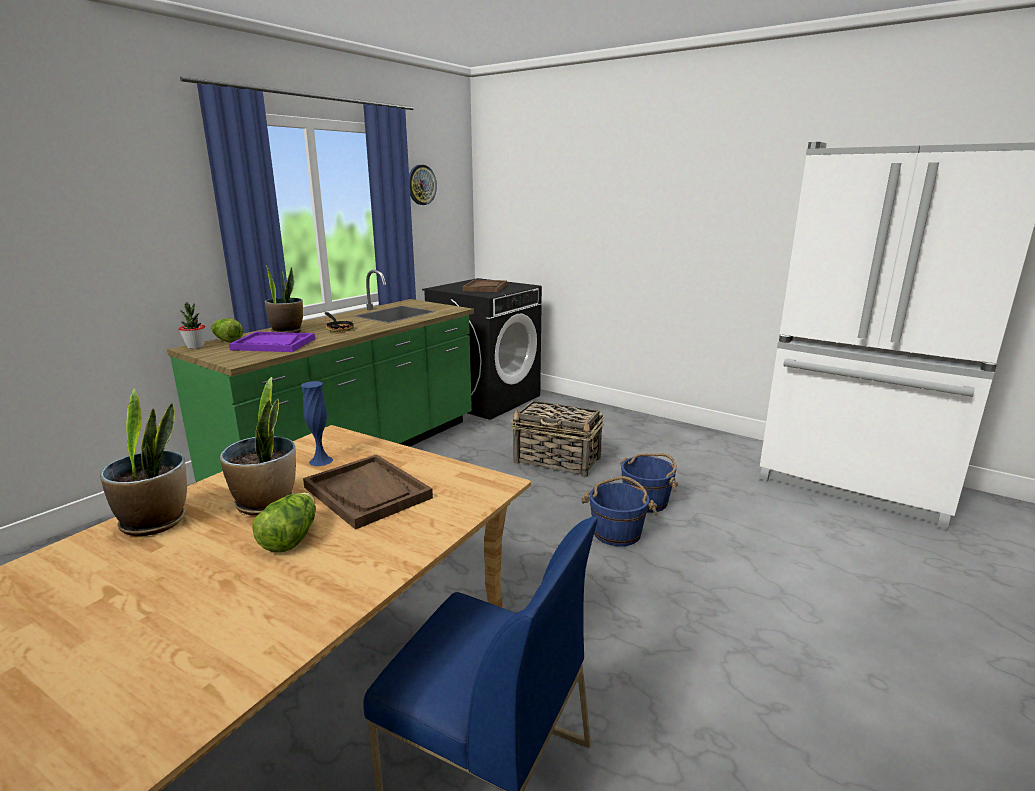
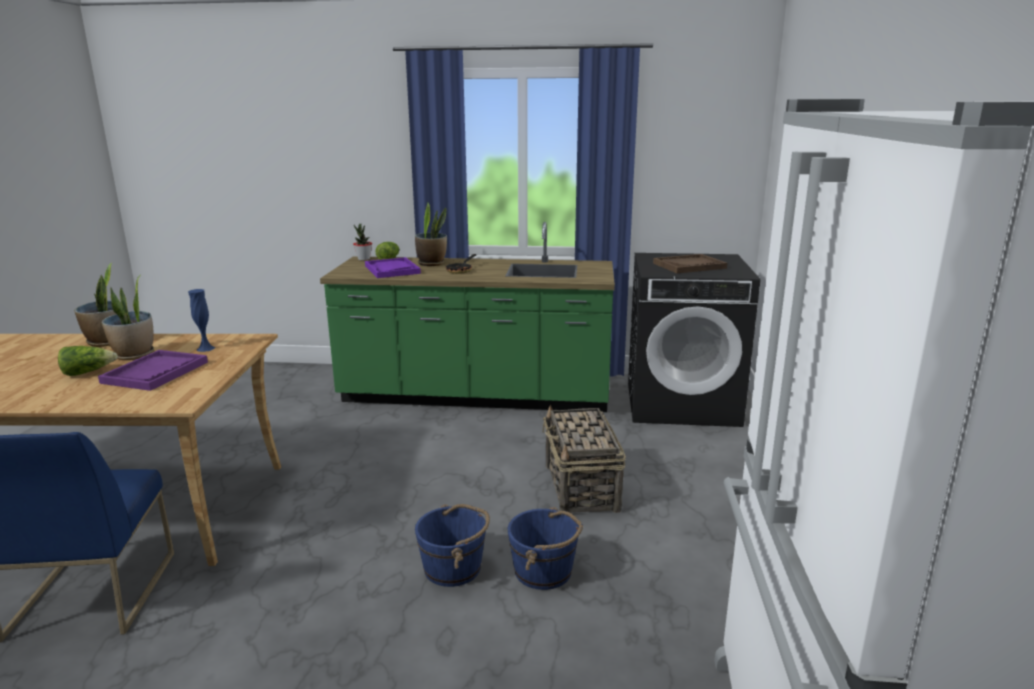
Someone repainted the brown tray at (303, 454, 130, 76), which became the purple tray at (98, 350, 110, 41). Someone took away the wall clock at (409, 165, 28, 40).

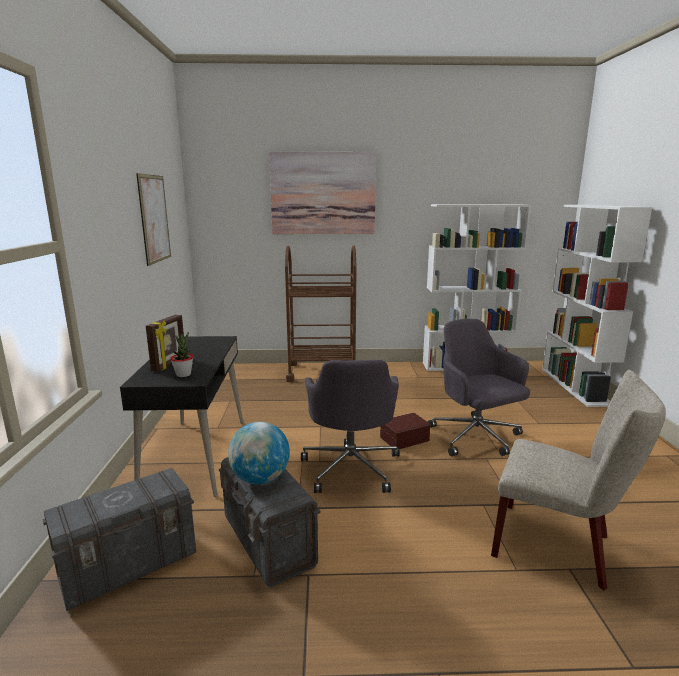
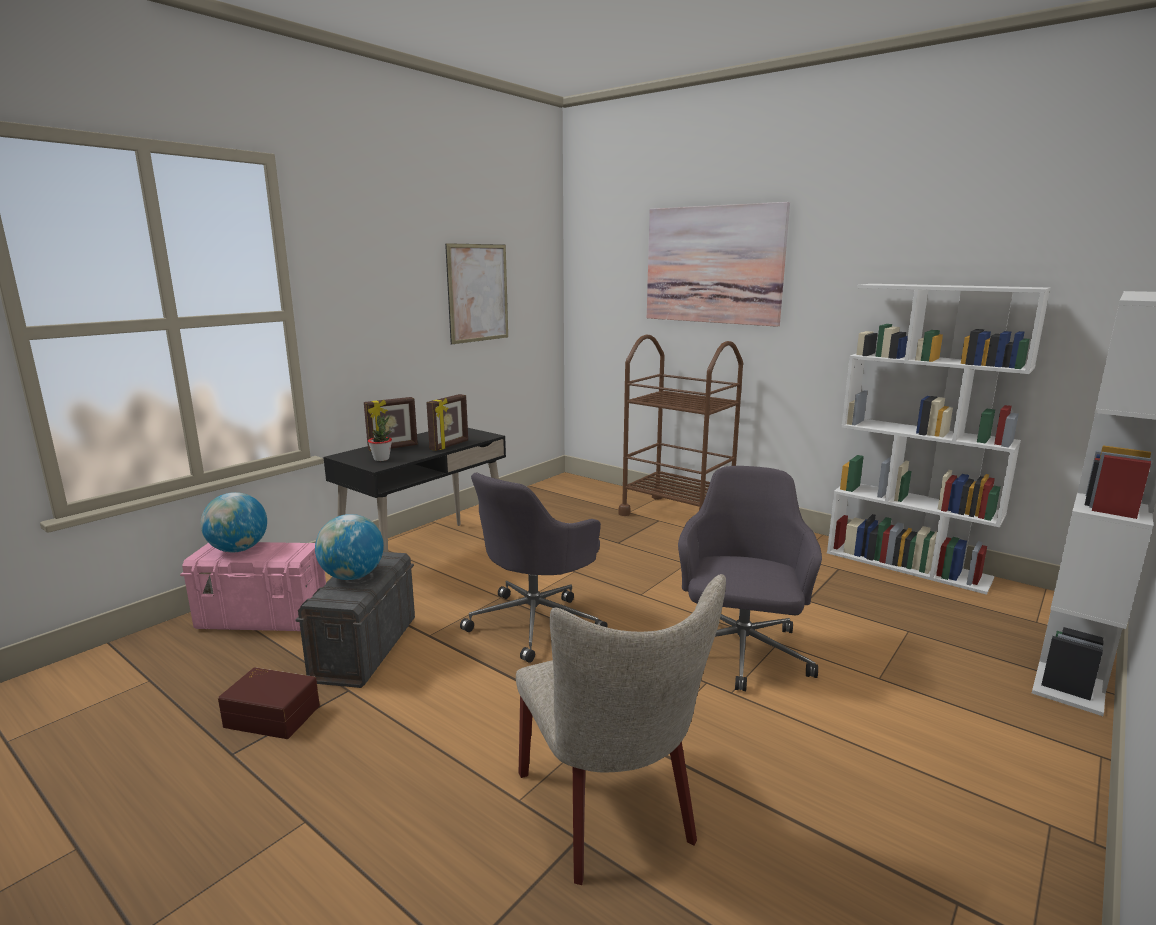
Someone repainted the grey storage box at (42, 468, 154, 143), which became the pink storage box at (180, 542, 146, 89). Someone put down the globe at (201, 492, 66, 60). Someone carried the brown storage box from (380, 413, 50, 36) to (218, 667, 102, 72). Someone put down the picture frame at (426, 394, 42, 57).

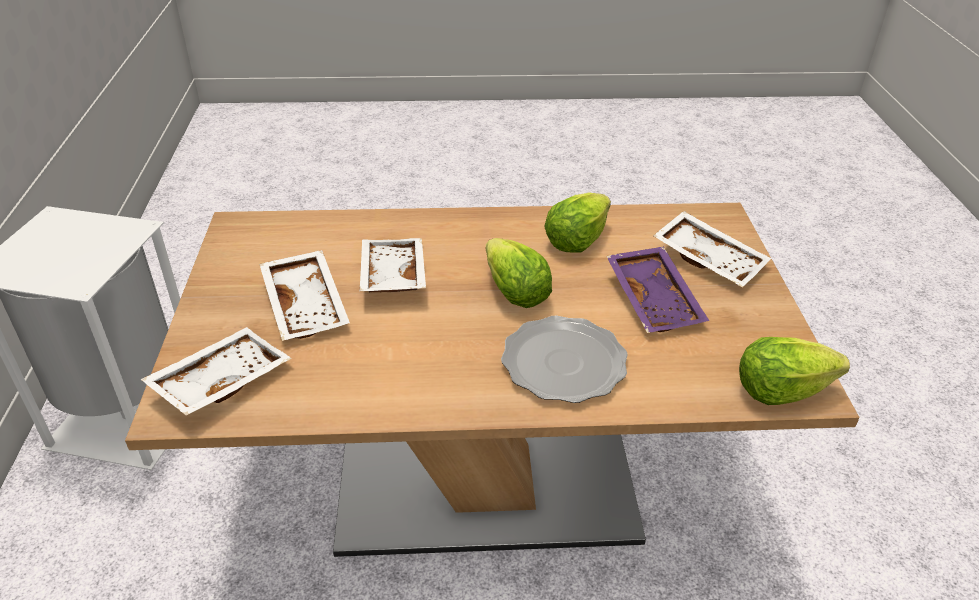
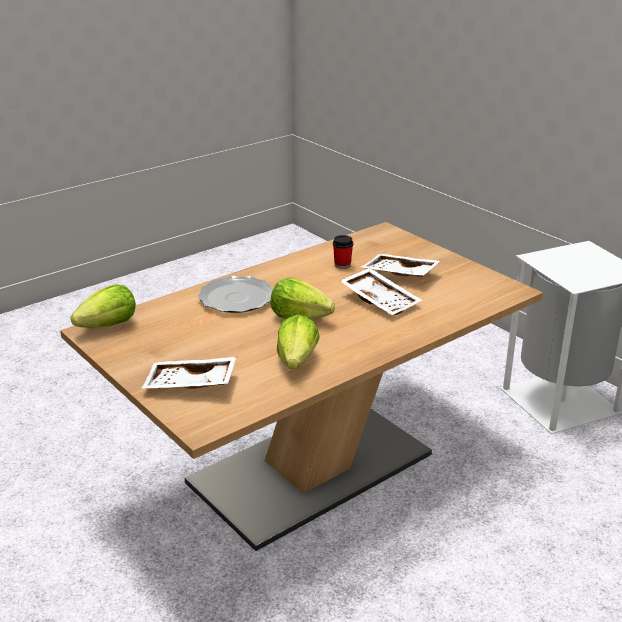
Someone put down the cup at (333, 235, 20, 34). Someone took away the white tray at (140, 327, 152, 89). Someone took away the purple tray at (606, 246, 103, 87).

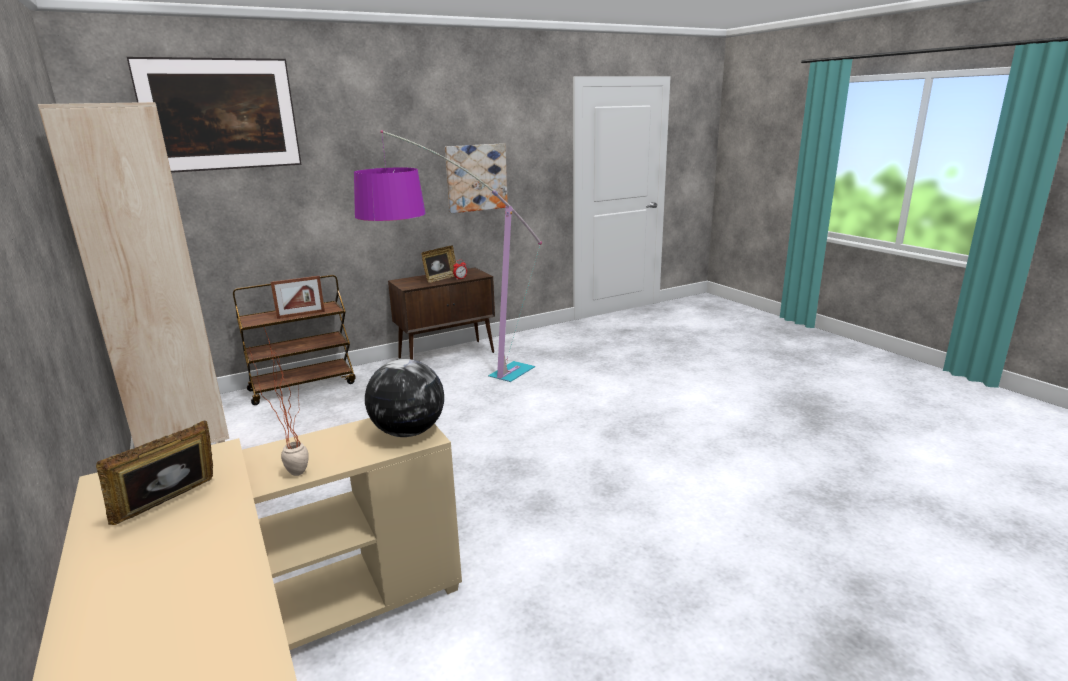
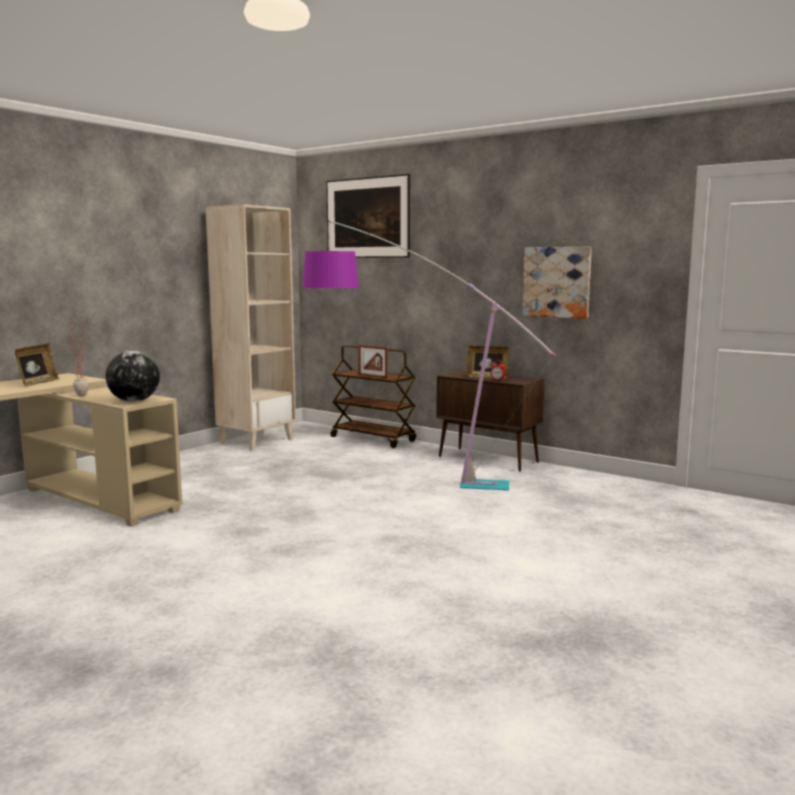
Someone rotated the picture frame at (96, 421, 117, 104) by 90 degrees clockwise.

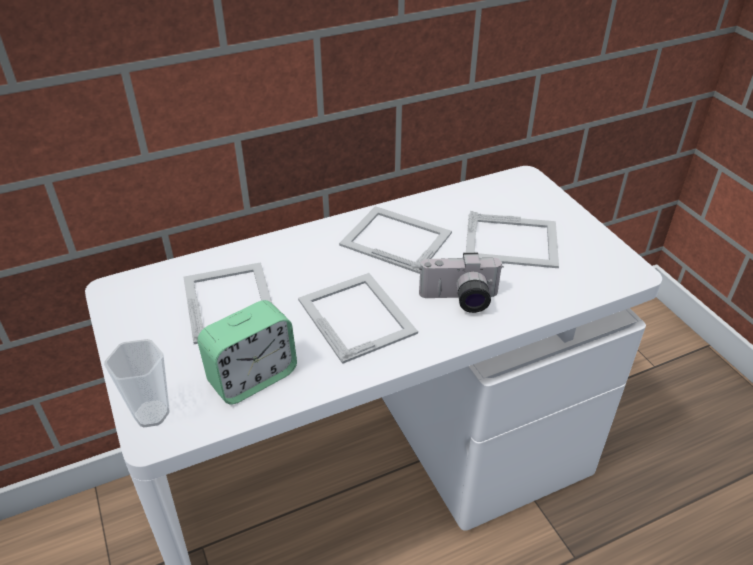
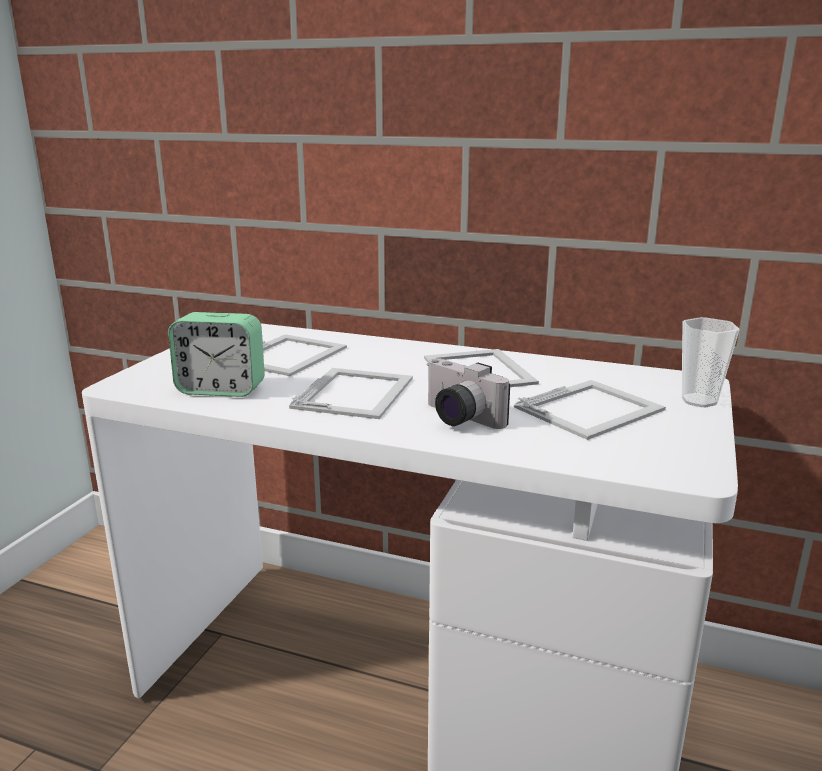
Someone rotated the picture frame at (466, 211, 93, 57) by 90 degrees counterclockwise. Someone carried the cup from (104, 339, 66, 88) to (682, 317, 58, 90).

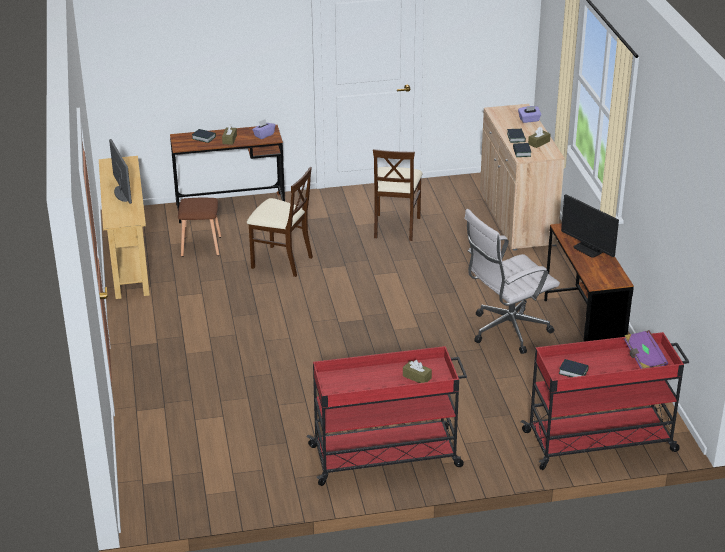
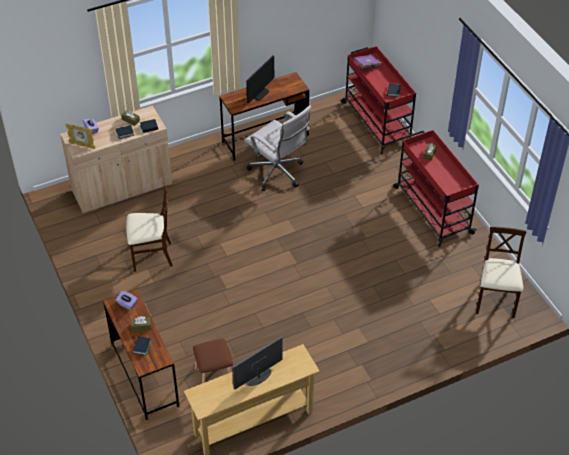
Someone put down the picture frame at (66, 124, 29, 25). Someone carried the beige chair from (247, 167, 66, 110) to (476, 227, 50, 91).

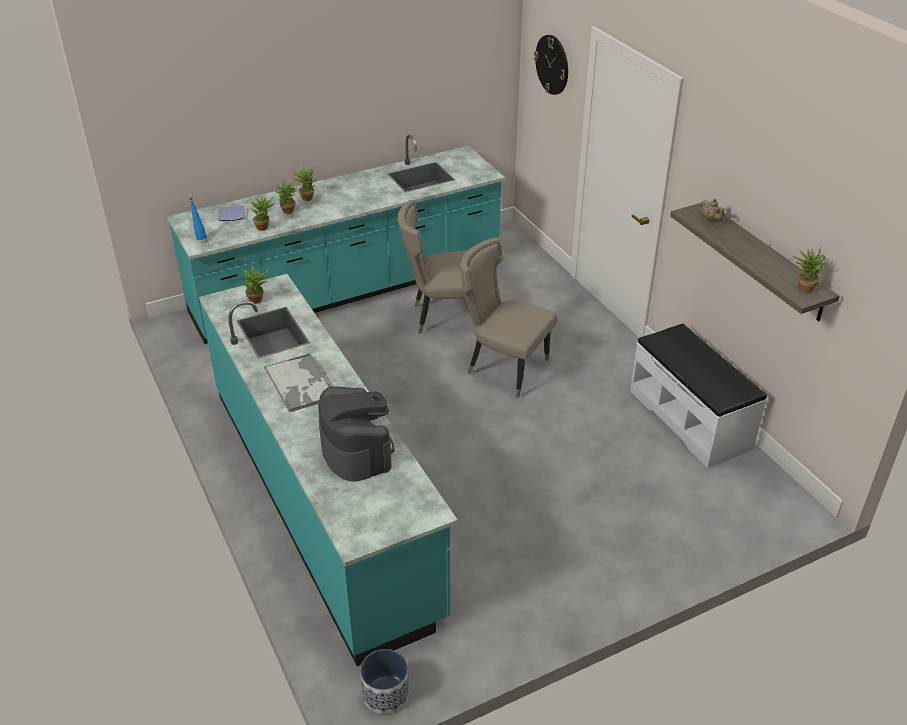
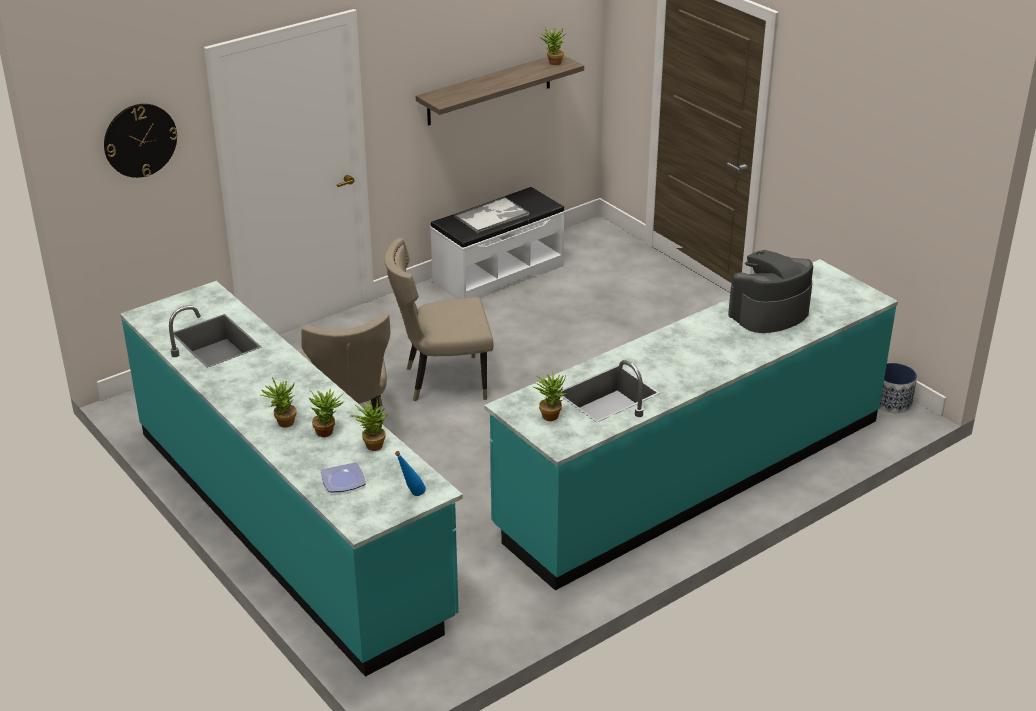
Someone rotated the beige chair at (460, 238, 98, 160) by 60 degrees clockwise. Someone carried the tray from (264, 353, 66, 60) to (454, 197, 75, 36). Someone took away the beige teapot at (701, 199, 23, 22).

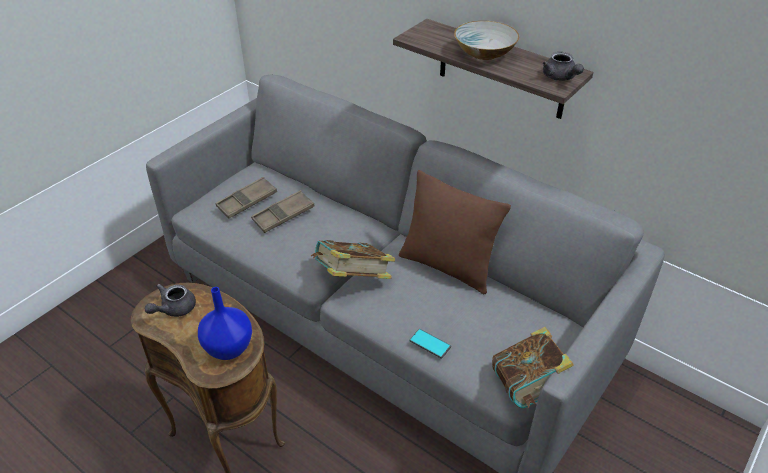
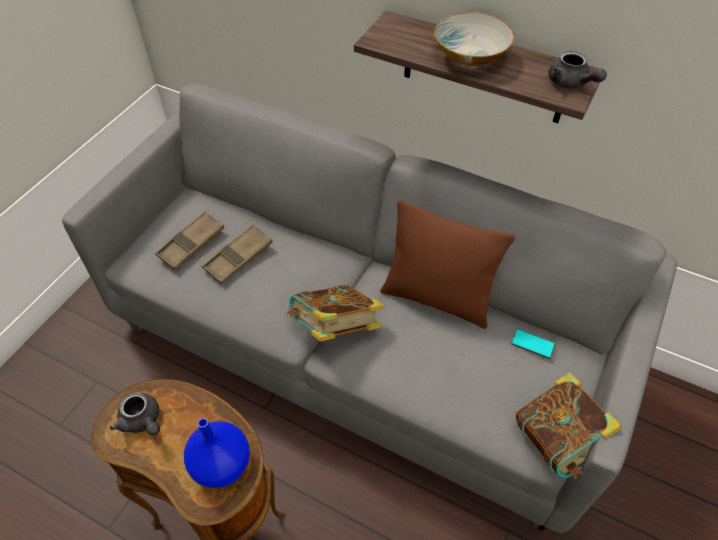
Someone rotated the grey teapot at (145, 284, 51, 33) by 75 degrees counterclockwise. Someone carried the phone from (410, 329, 41, 30) to (511, 329, 45, 30).

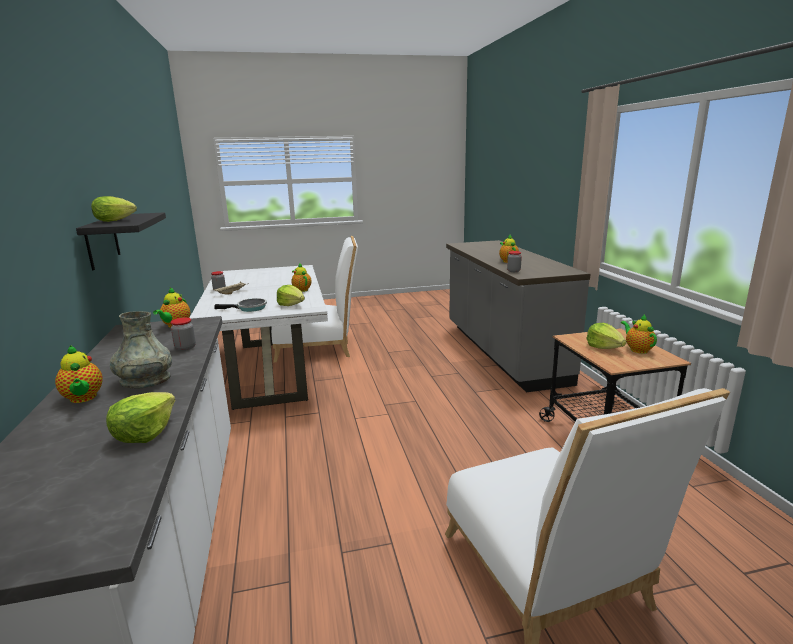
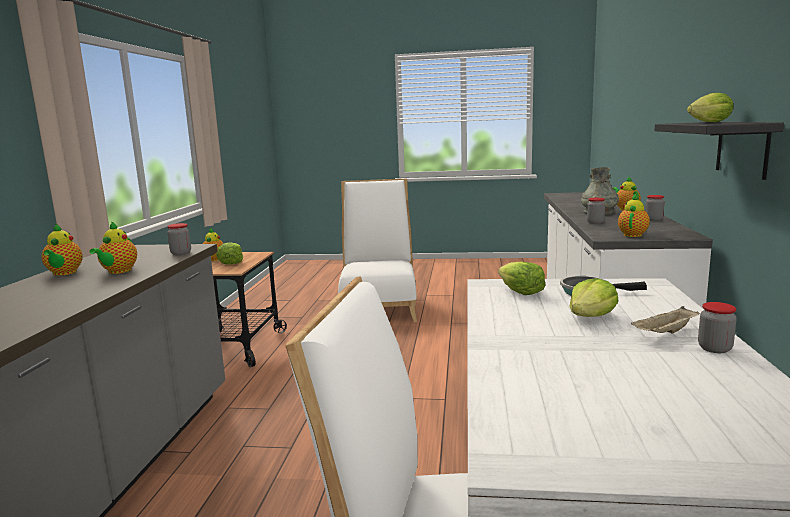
Someone carried the teapot from (291, 264, 20, 28) to (41, 223, 42, 53). Someone carried the lettuce from (106, 392, 69, 51) to (569, 278, 50, 39). Someone put down the jar at (645, 195, 19, 26).

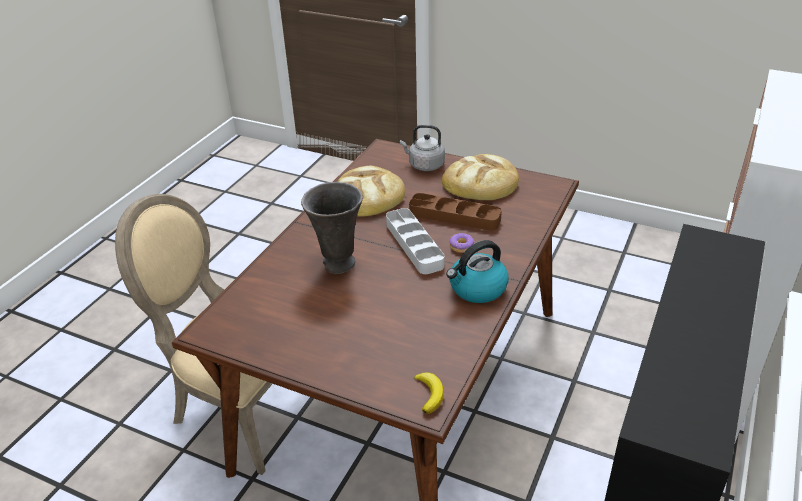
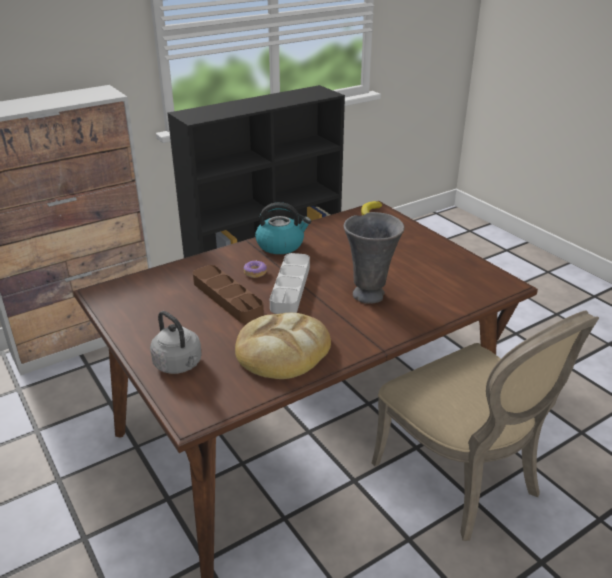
Someone took away the bread at (442, 154, 77, 46).

